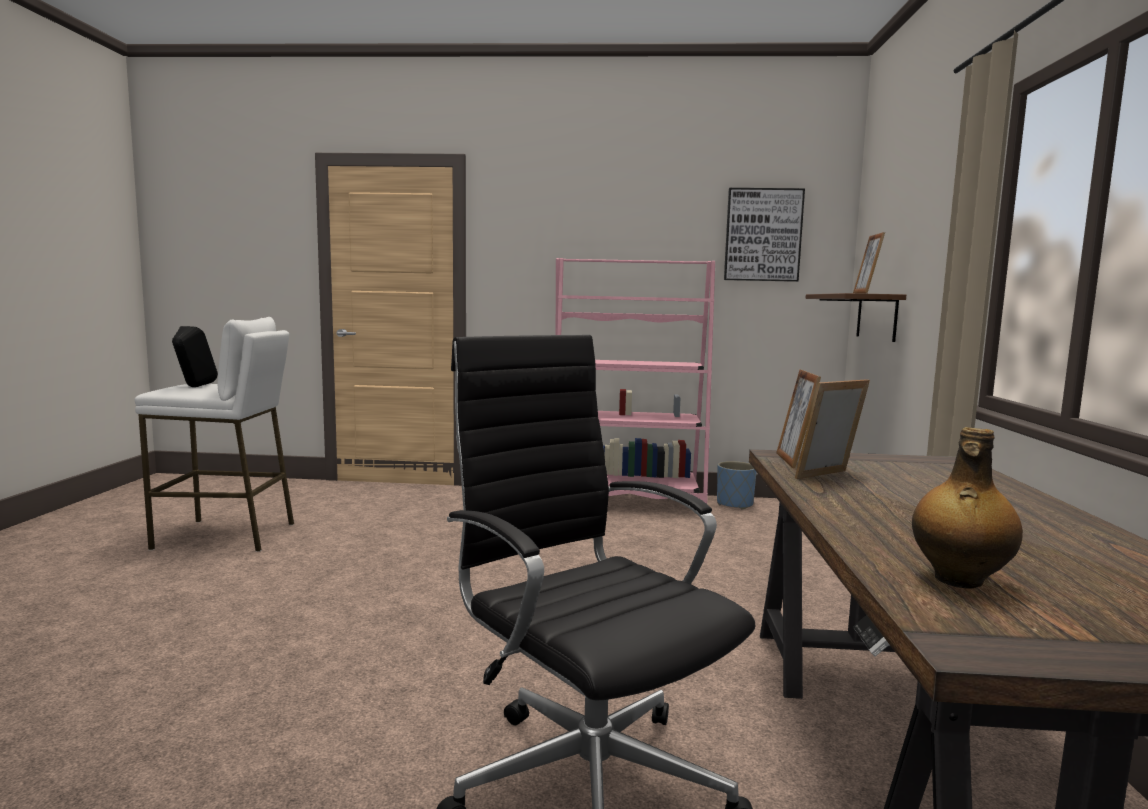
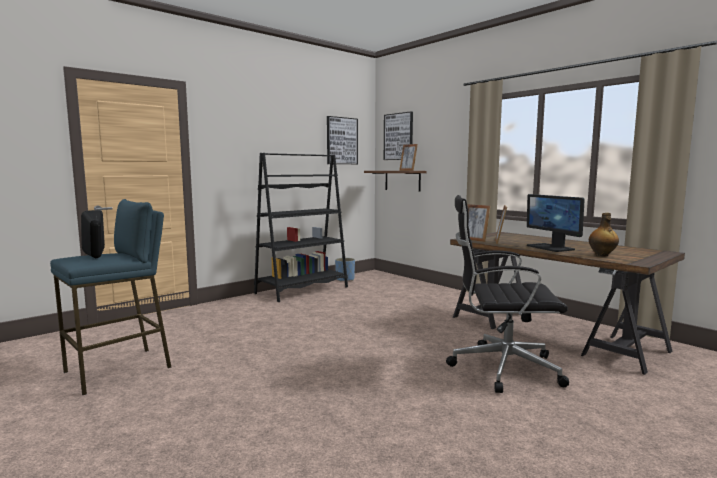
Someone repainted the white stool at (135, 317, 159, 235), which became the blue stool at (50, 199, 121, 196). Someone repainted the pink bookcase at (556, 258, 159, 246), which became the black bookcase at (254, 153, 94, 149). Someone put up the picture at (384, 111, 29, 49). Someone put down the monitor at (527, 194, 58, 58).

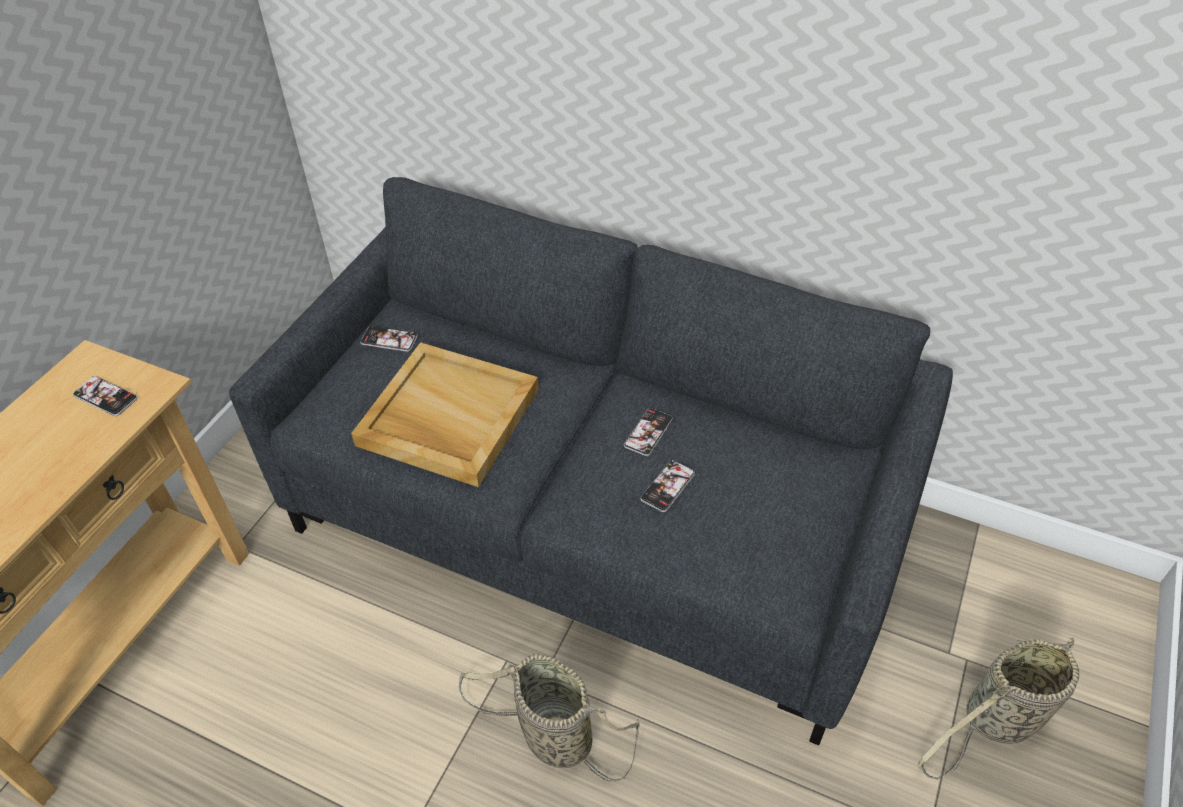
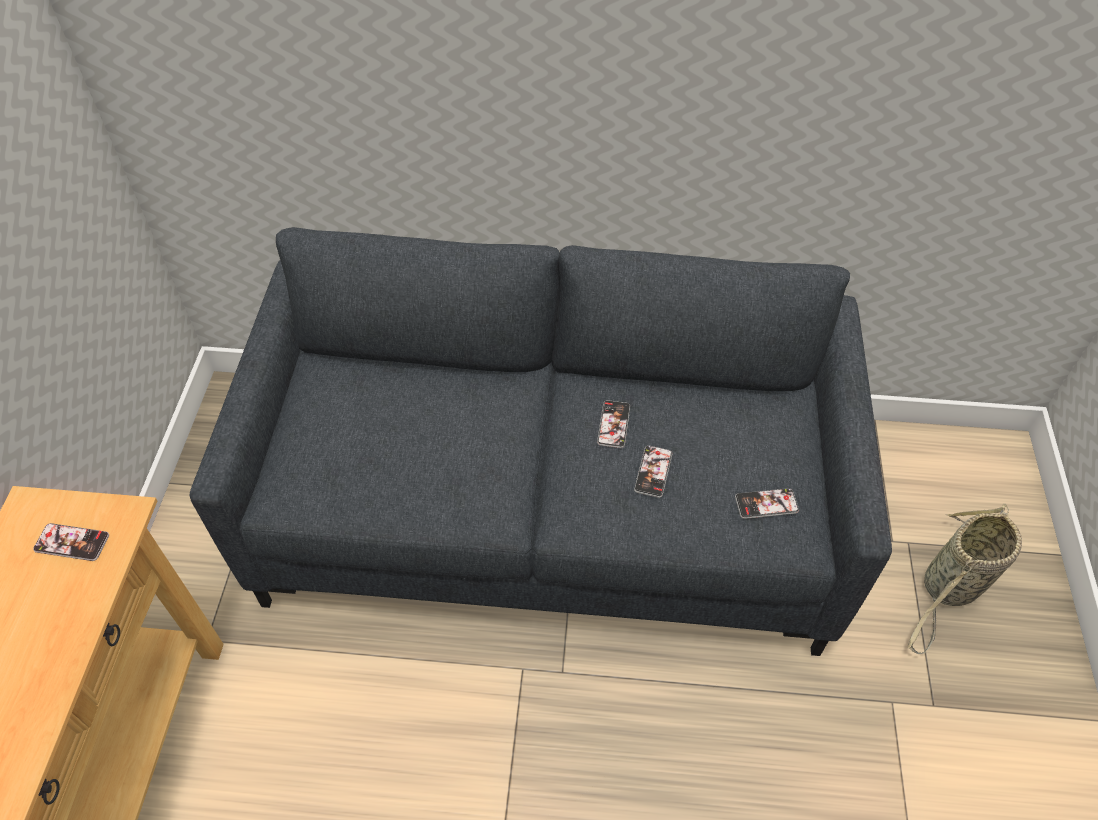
Someone carried the phone from (360, 326, 58, 26) to (735, 488, 64, 31). Someone took away the beige tray at (351, 342, 188, 145). Someone took away the basket at (459, 654, 180, 128).

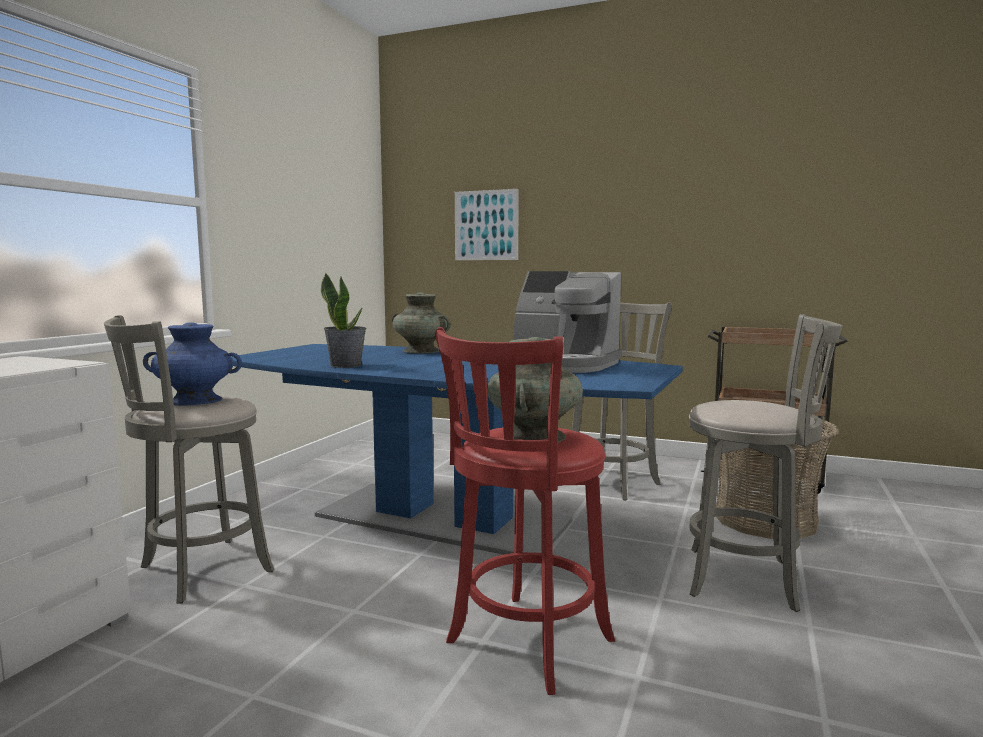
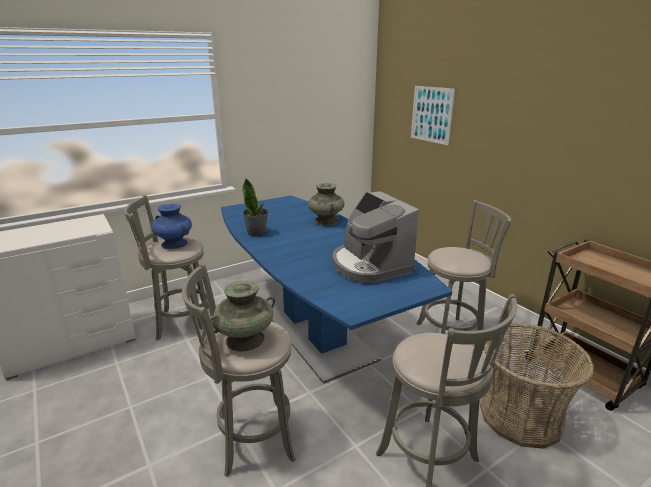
Someone repainted the red stool at (435, 327, 180, 368), which became the grey stool at (182, 263, 113, 214).

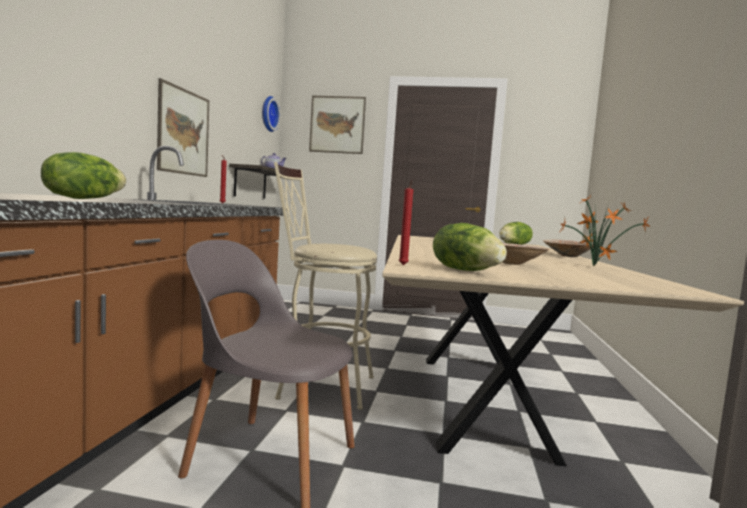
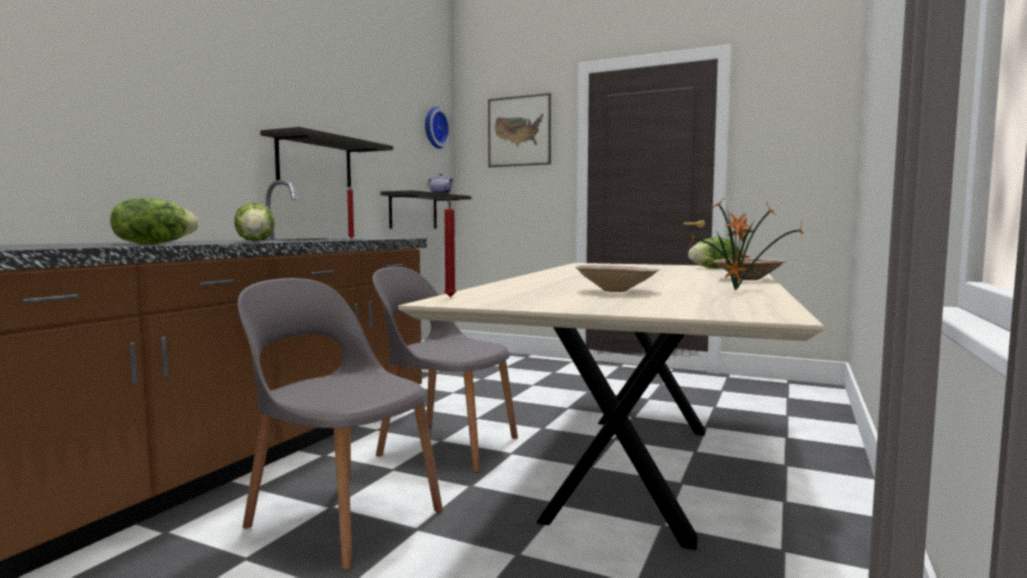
Someone carried the lettuce from (433, 223, 74, 48) to (234, 203, 41, 39). Someone swapped the picture at (157, 78, 52, 99) for the shelf at (260, 127, 133, 60). Someone swapped the beige stool at (274, 162, 103, 248) for the grey chair at (372, 267, 146, 205).

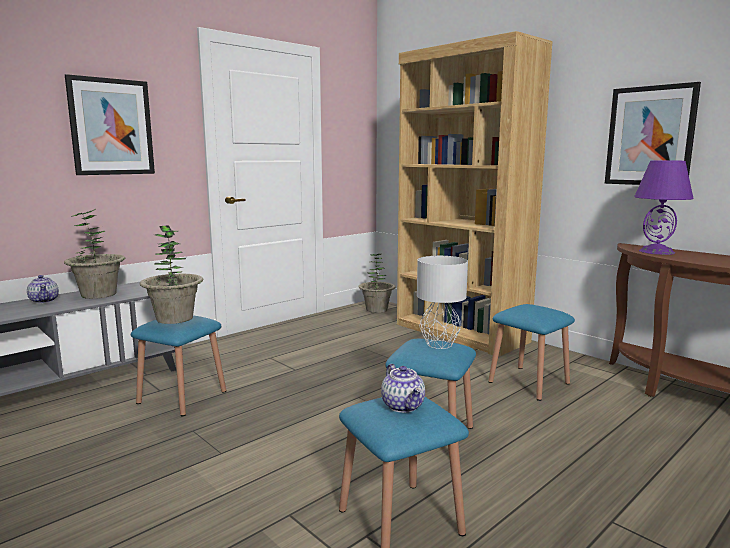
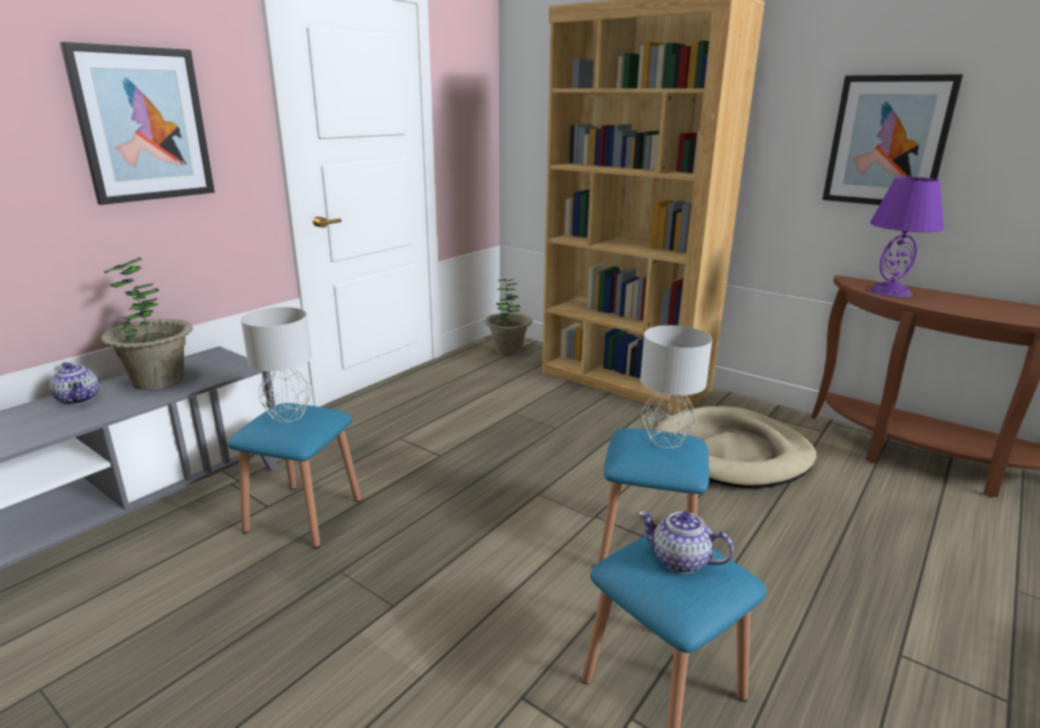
Someone swapped the potted plant at (139, 226, 64, 98) for the grey table lamp at (241, 307, 71, 115). Someone rotated the teapot at (381, 364, 44, 49) by 150 degrees clockwise. Someone swapped the blue stool at (488, 304, 87, 97) for the beige dog bed at (656, 406, 161, 82).

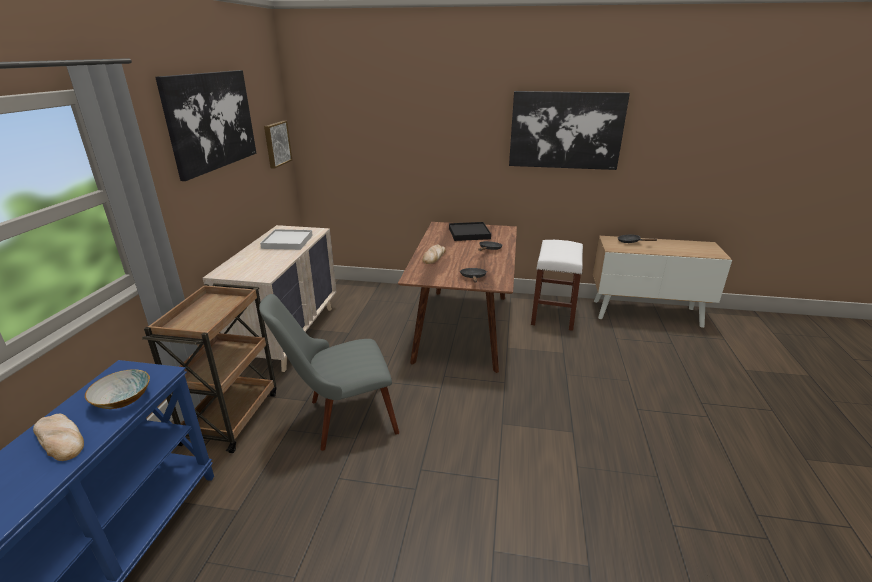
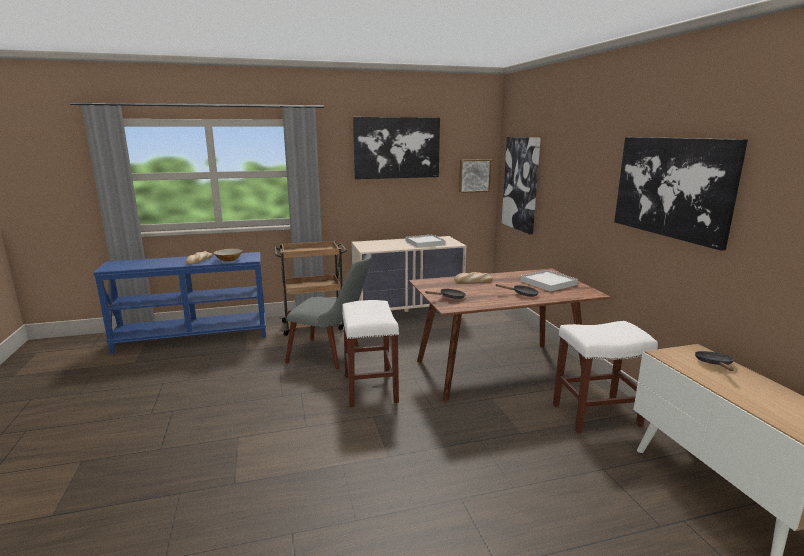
Someone rotated the grey chair at (259, 294, 140, 157) by 150 degrees clockwise. Someone put down the white stool at (342, 300, 57, 107). Someone put up the picture at (502, 137, 39, 97). Someone repainted the black tray at (449, 222, 42, 19), which became the white tray at (520, 270, 58, 22).

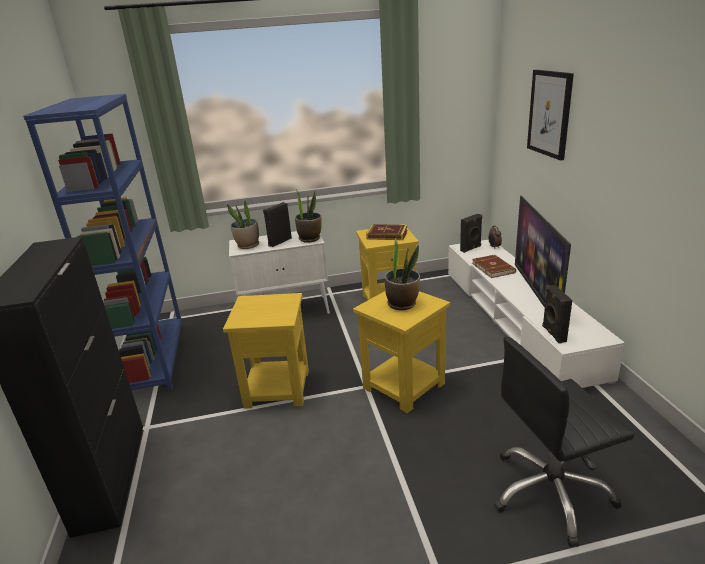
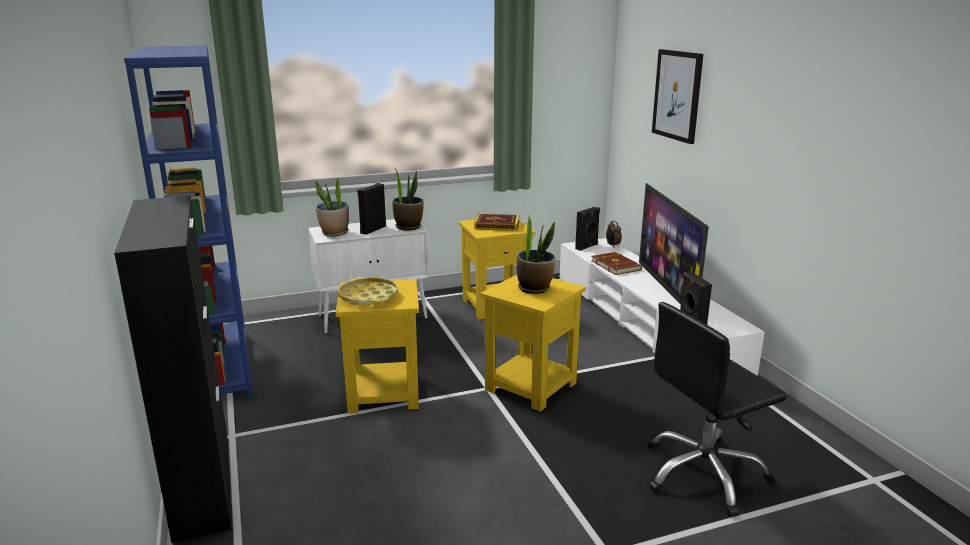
Someone put down the yellow tray at (338, 277, 60, 28).

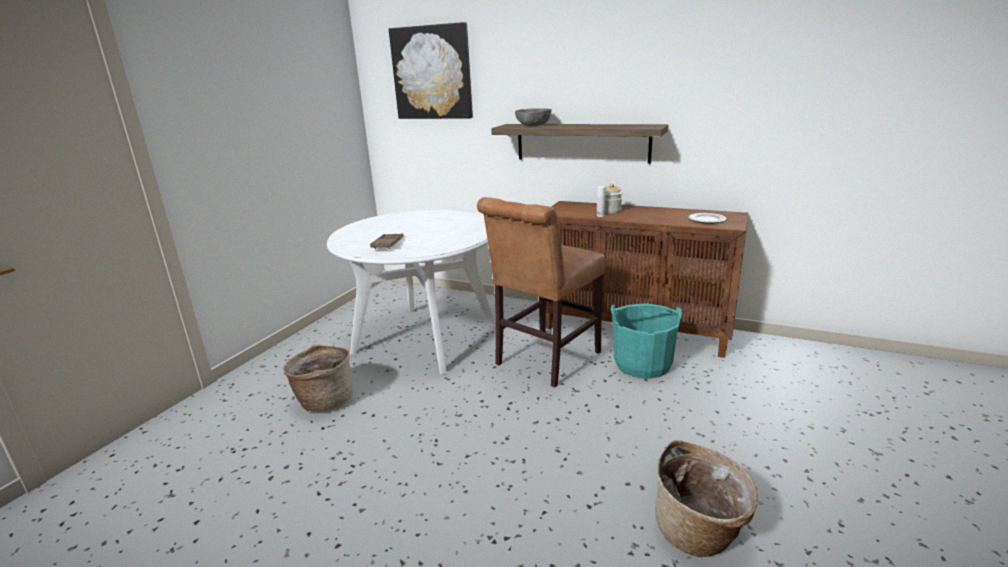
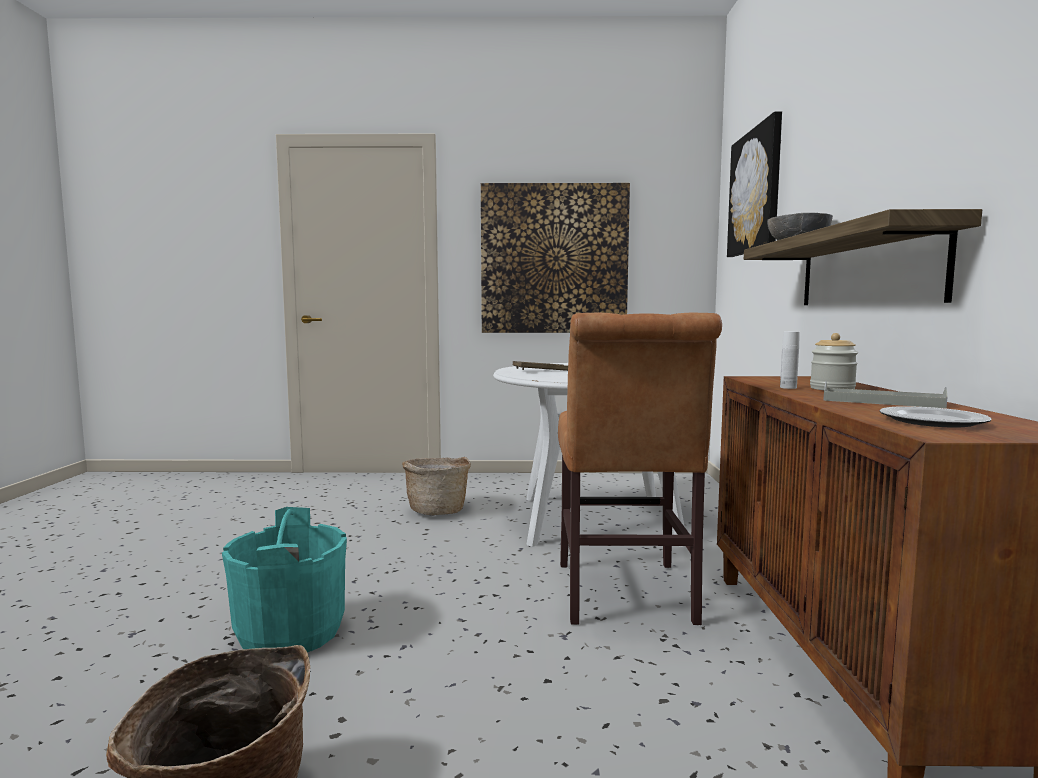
Someone carried the turquoise bucket from (611, 304, 70, 75) to (222, 507, 125, 145). Someone put up the picture at (481, 183, 149, 150). Someone rotated the brown chair at (477, 197, 129, 190) by 105 degrees counterclockwise. Someone put down the grey tray at (823, 381, 124, 27).

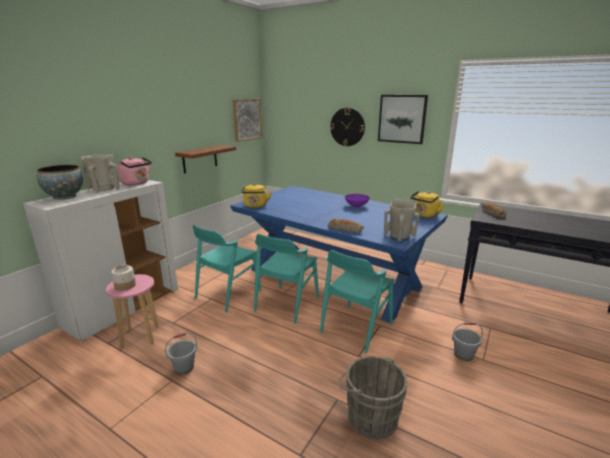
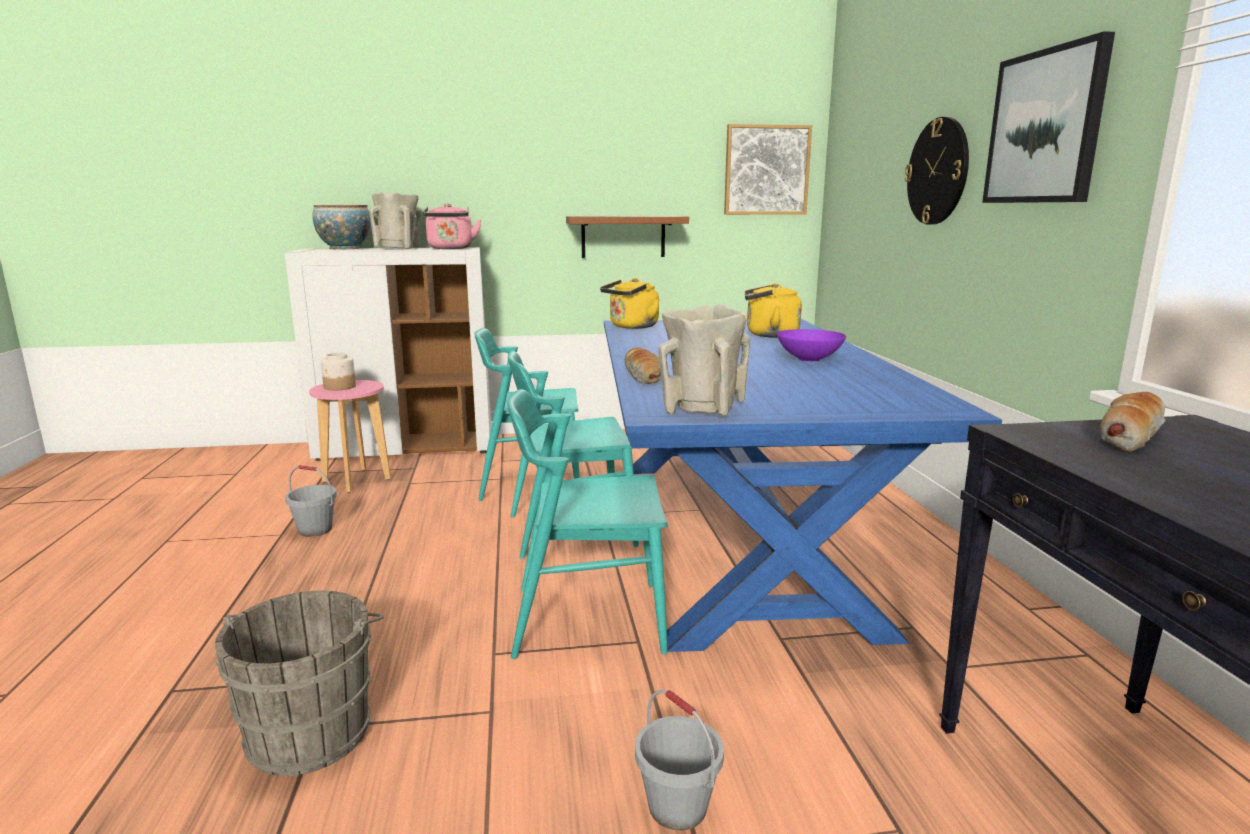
Someone carried the yellow kettle from (410, 191, 35, 27) to (745, 283, 57, 55).

